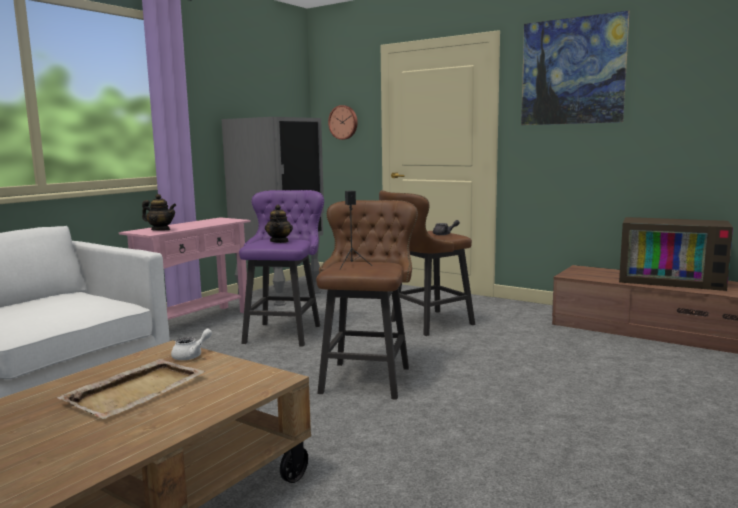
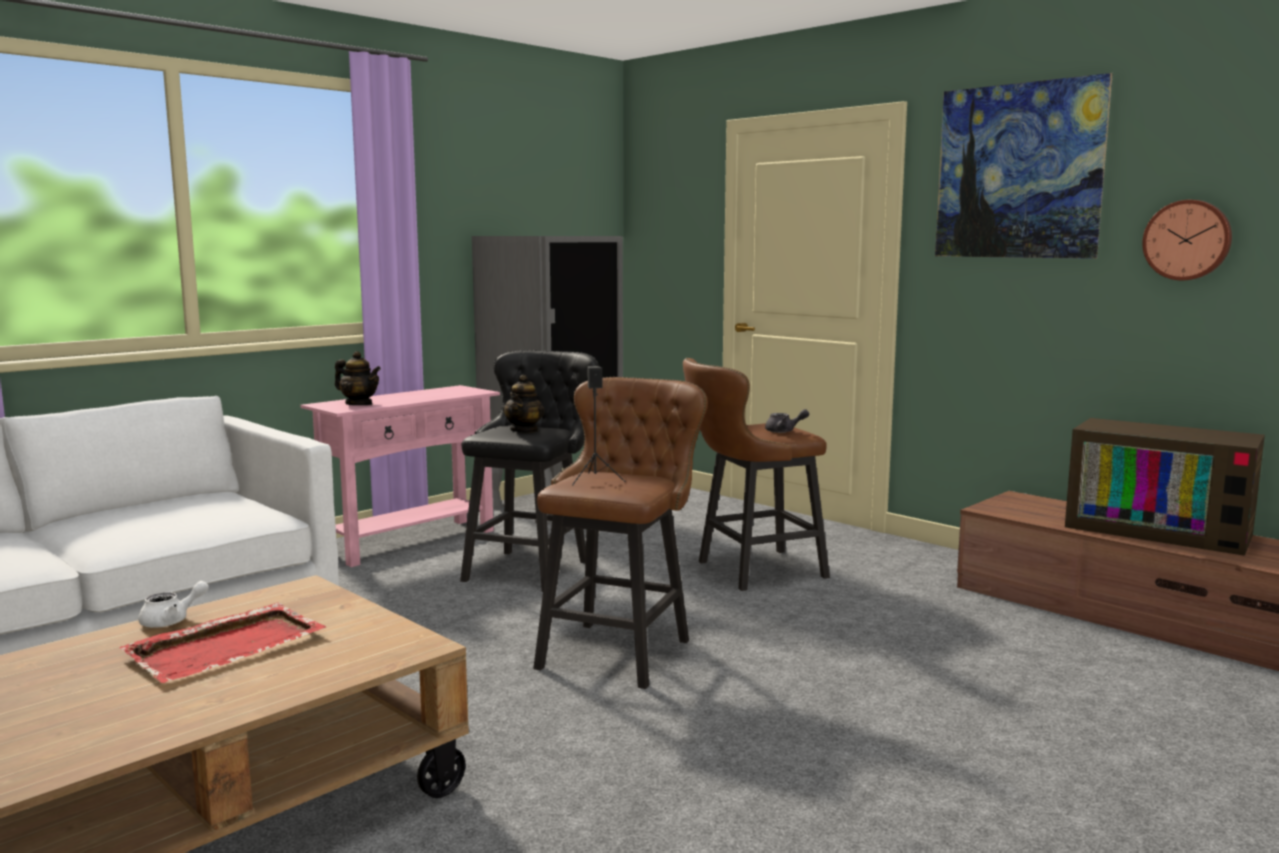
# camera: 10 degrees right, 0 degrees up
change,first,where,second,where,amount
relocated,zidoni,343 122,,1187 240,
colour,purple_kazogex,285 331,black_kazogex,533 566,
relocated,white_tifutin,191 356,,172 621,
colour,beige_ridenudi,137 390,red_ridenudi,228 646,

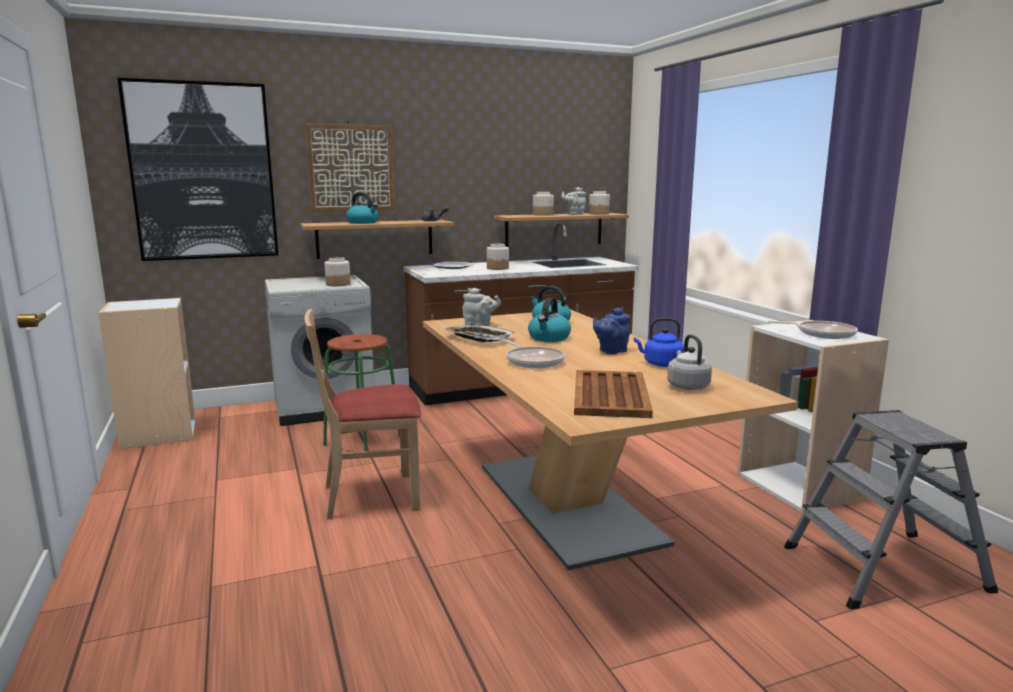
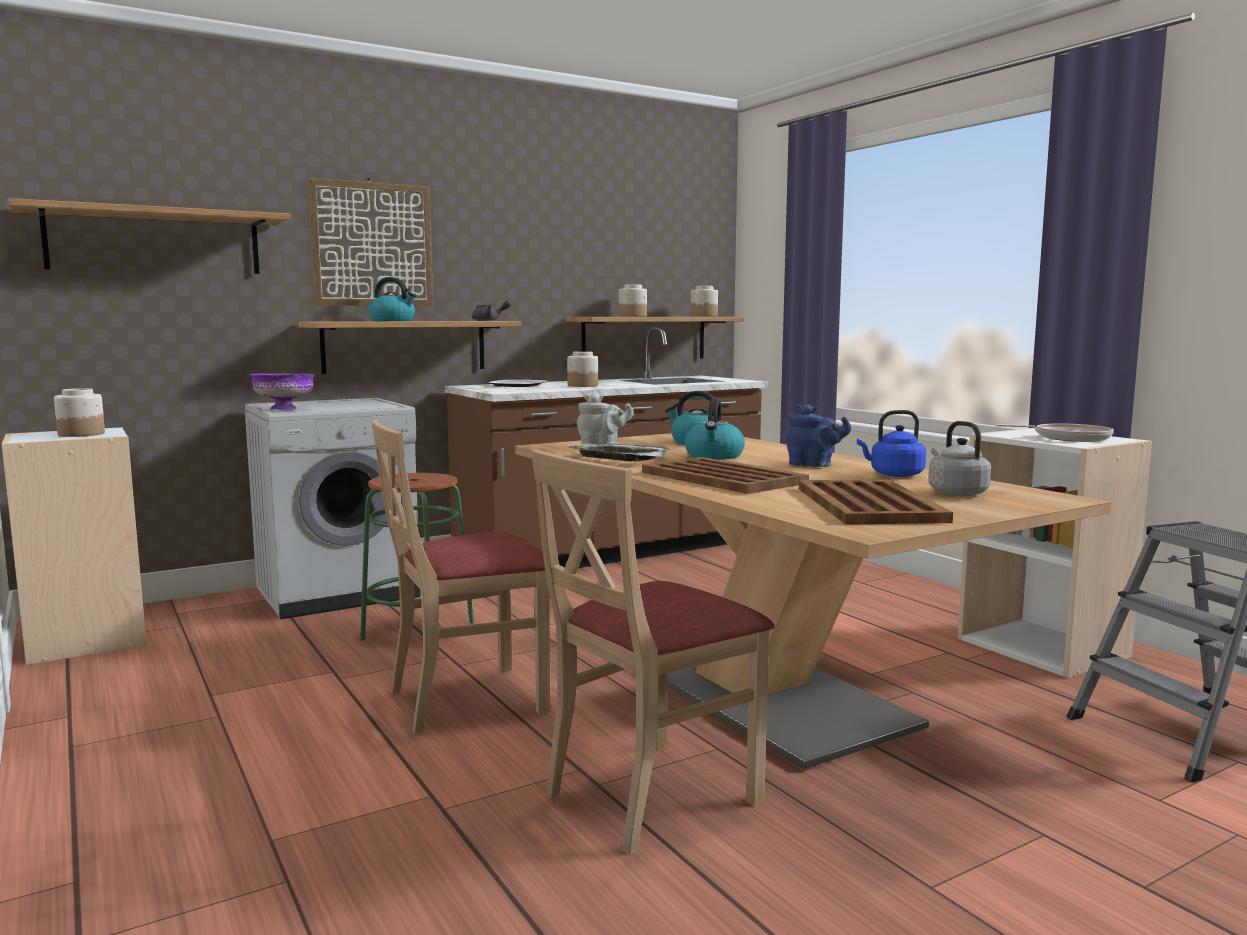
# camera: 10 degrees left, 5 degrees down
change,first,where,second,where,amount
exchanged,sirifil,203 172,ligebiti,155 242,
missing,grey_tifutin,574 214,,,
relocated,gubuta,338 284,,81 434,
spun,blue_tifutin,611 351,,813 465,105 degrees counterclockwise
exchanged,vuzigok,533 361,brown_ridenudi,721 477,
appeared,,,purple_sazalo,284 409,
appeared,,,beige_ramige,650 794,

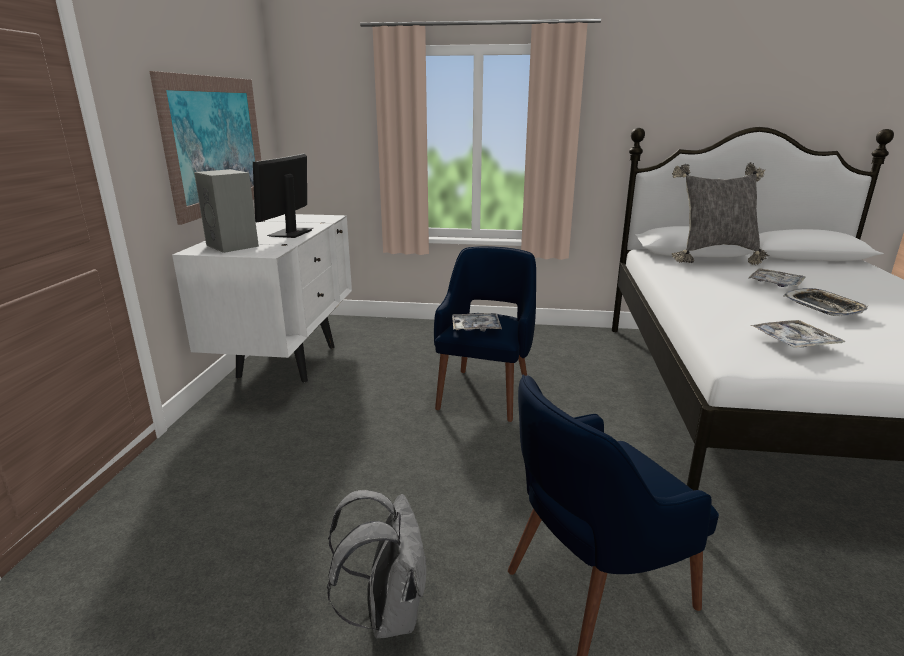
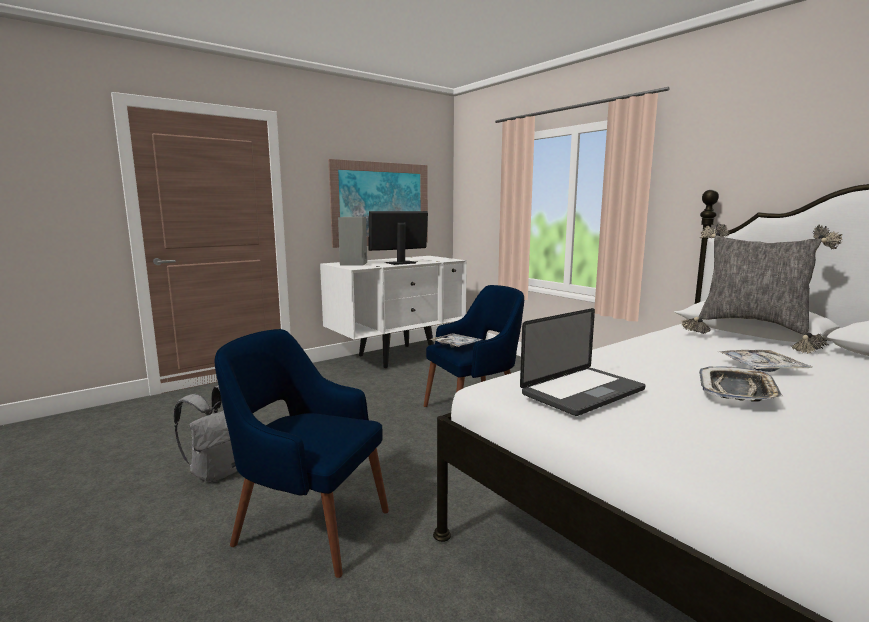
# camera: 45 degrees right, 10 degrees down
change,first,where,second,where,amount
exchanged,ridenudi,794 341,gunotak,583 392,

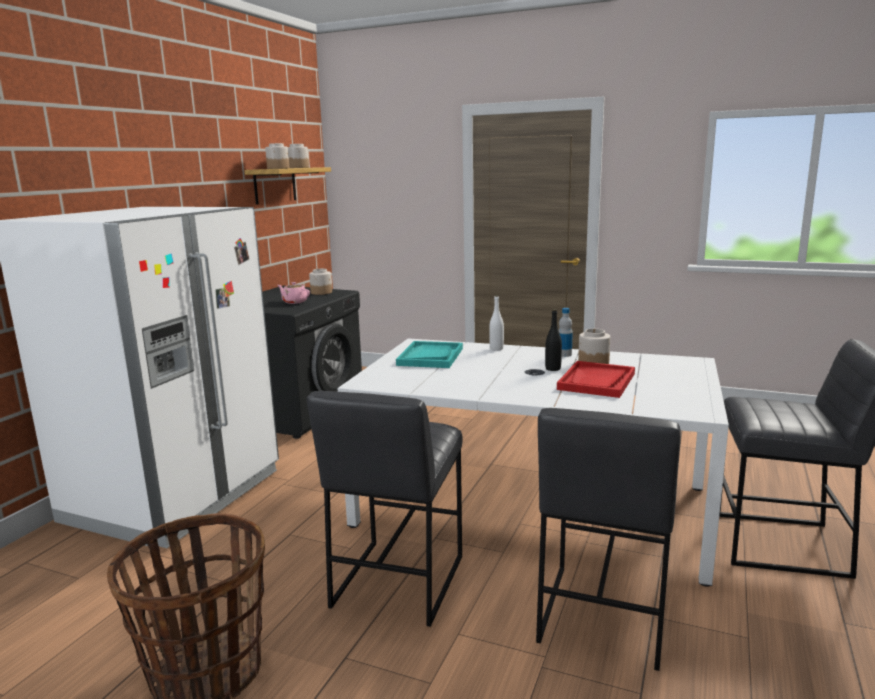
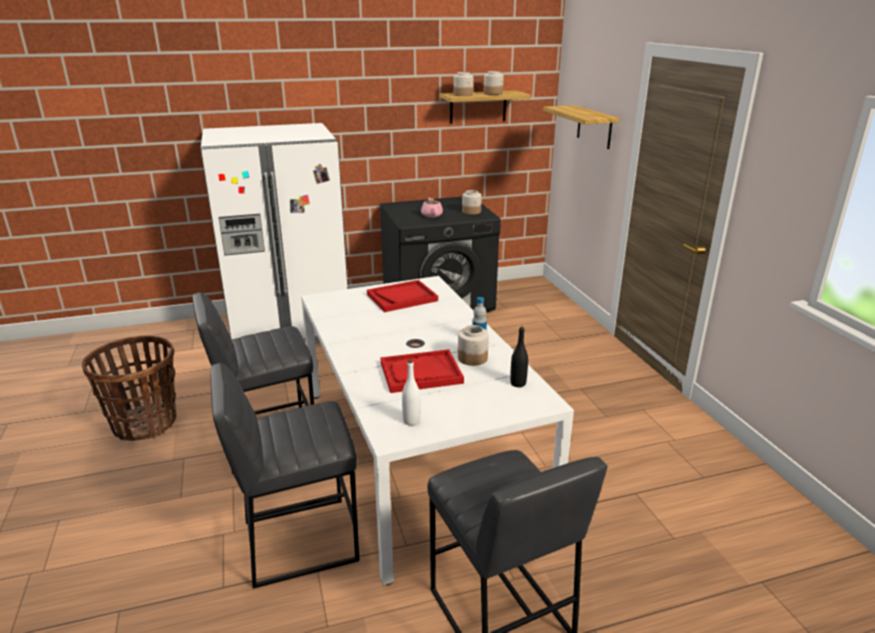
# camera: 50 degrees right, 10 degrees up
change,first,where,second,where,amount
relocated,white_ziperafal,496 348,,411 421,
relocated,black_ziperafal,553 369,,518 383,
colour,turquoise_ridenudi,430 357,red_ridenudi,402 297,
appeared,,,ligebiti,594 127,

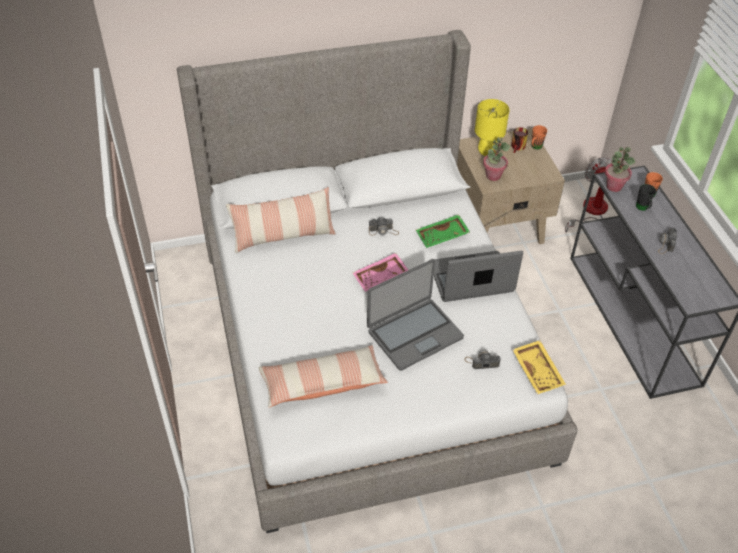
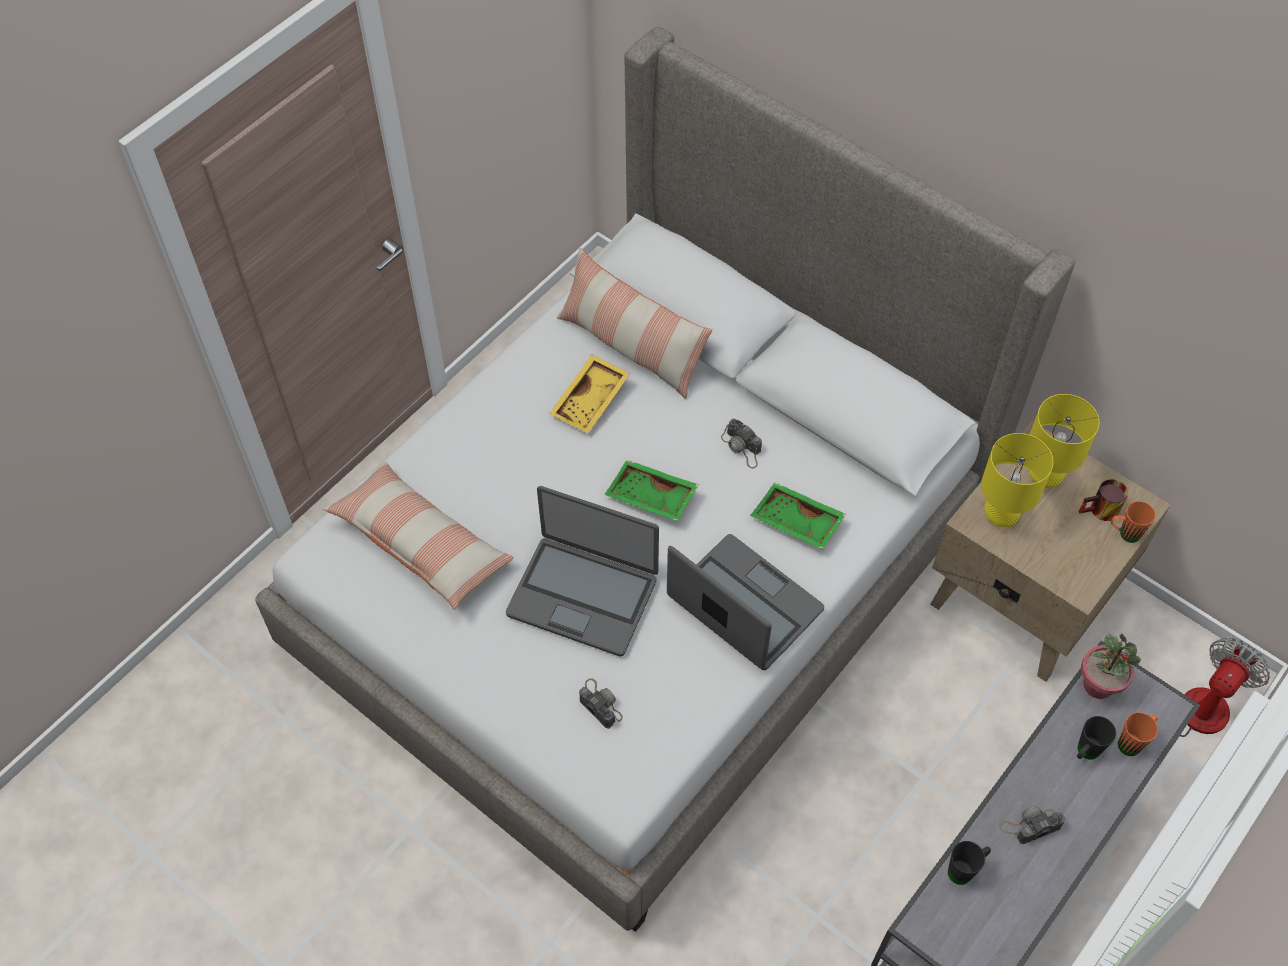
# camera: 55 degrees right, 10 degrees up
change,first,where,second,where,amount
exchanged,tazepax,493 176,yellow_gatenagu,1000 514,
colour,pink_ridenudi,381 278,green_ridenudi,650 498,
relocated,yellow_ridenudi,538 371,,591 401,
appeared,,,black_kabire,965 870,

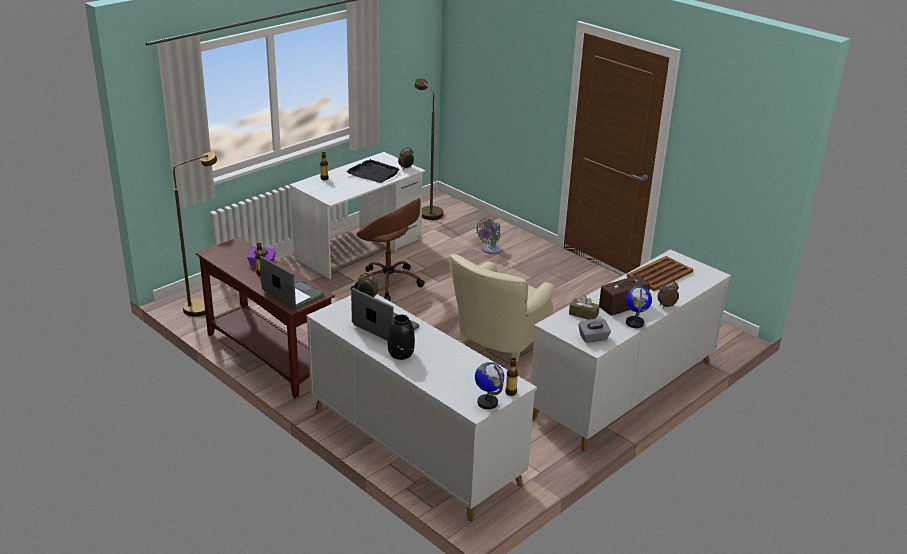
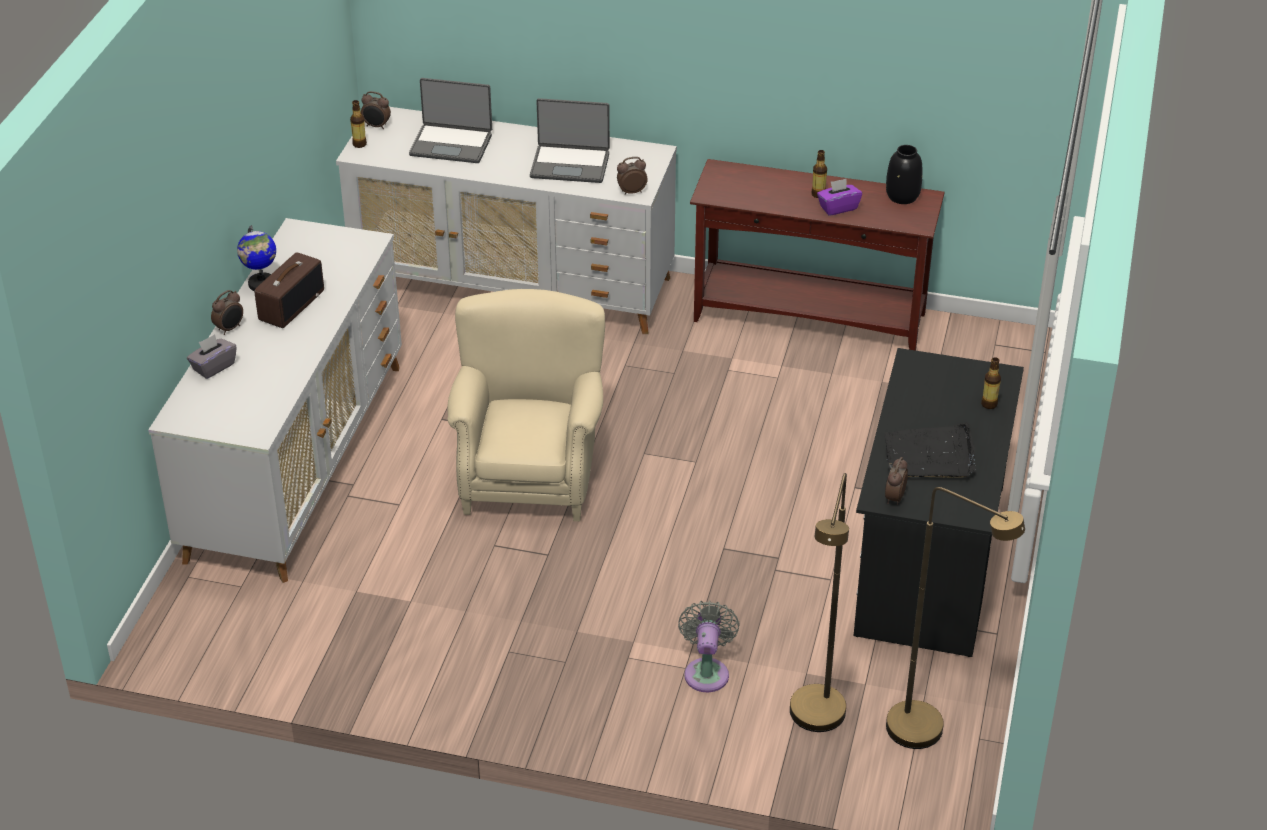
# camera: 150 degrees right, 10 degrees up
change,first,where,second,where,amount
relocated,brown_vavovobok,204 305,,817 723,
colour,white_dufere,359 249,black_dufere,930 561,
missing,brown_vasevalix,389 284,,,
relocated,gunotak,292 294,,451 144,
missing,brown_ridenudi,659 274,,,
missing,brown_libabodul,583 314,,,
relocated,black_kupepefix,401 353,,903 197,
relocated,grey_libabodul,593 338,,213 367,
exchanged,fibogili,487 402,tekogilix,376 126,

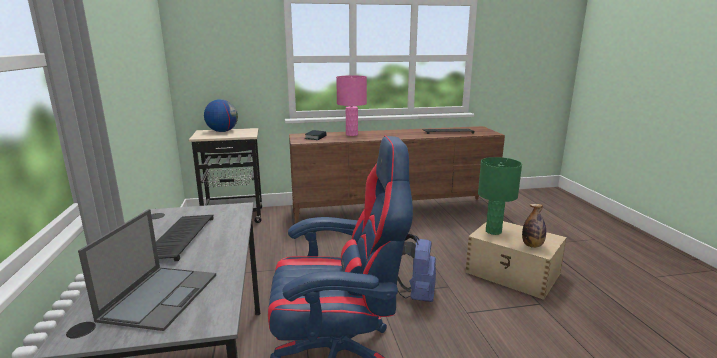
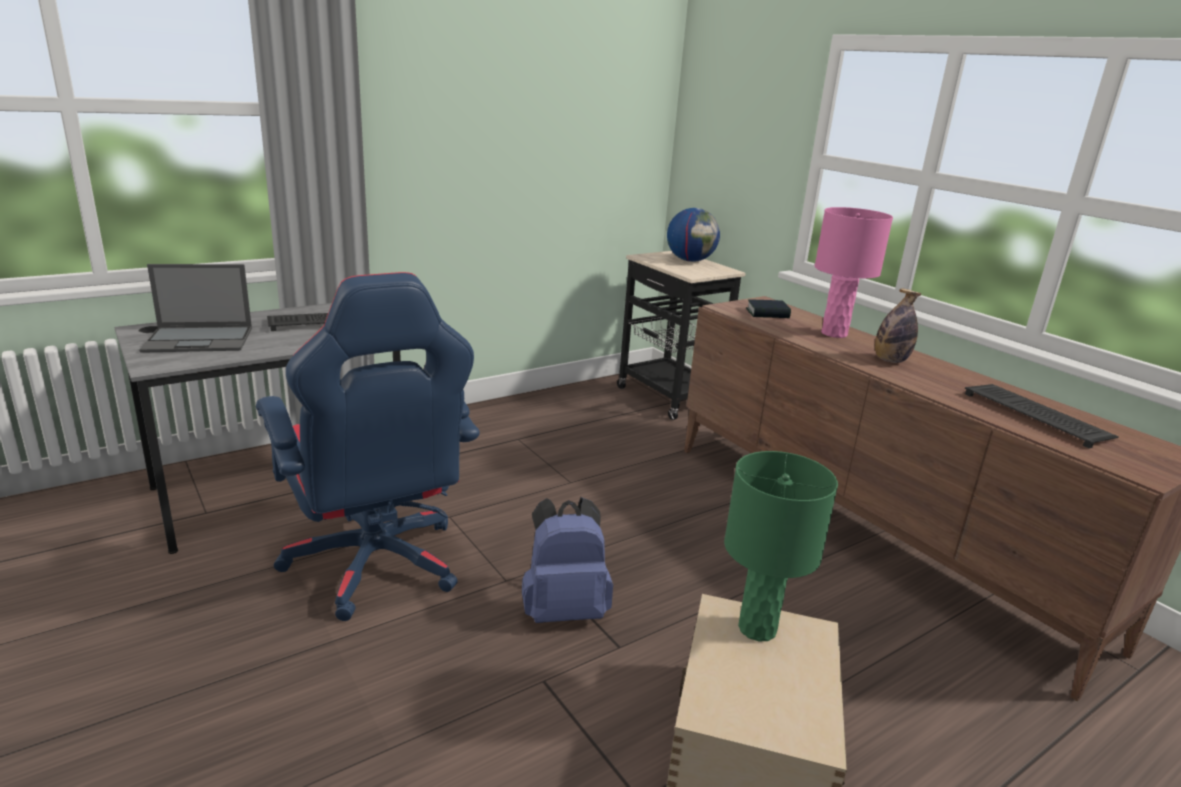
# camera: 65 degrees right, 5 degrees up
change,first,where,second,where,amount
relocated,ziperafal,532 245,,890 360,

